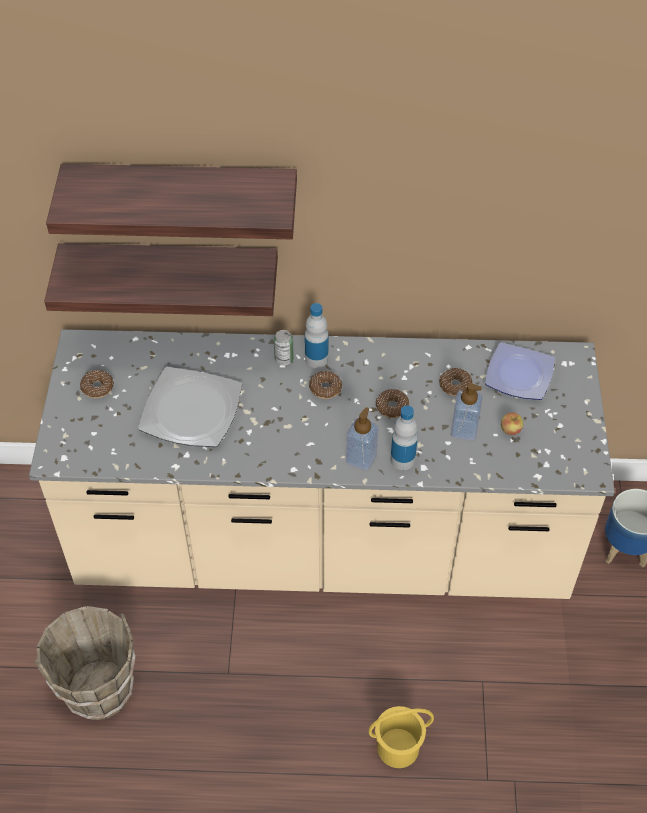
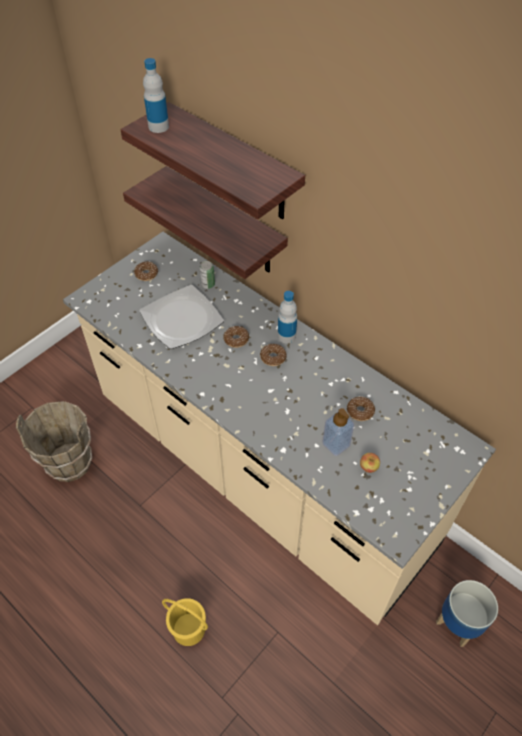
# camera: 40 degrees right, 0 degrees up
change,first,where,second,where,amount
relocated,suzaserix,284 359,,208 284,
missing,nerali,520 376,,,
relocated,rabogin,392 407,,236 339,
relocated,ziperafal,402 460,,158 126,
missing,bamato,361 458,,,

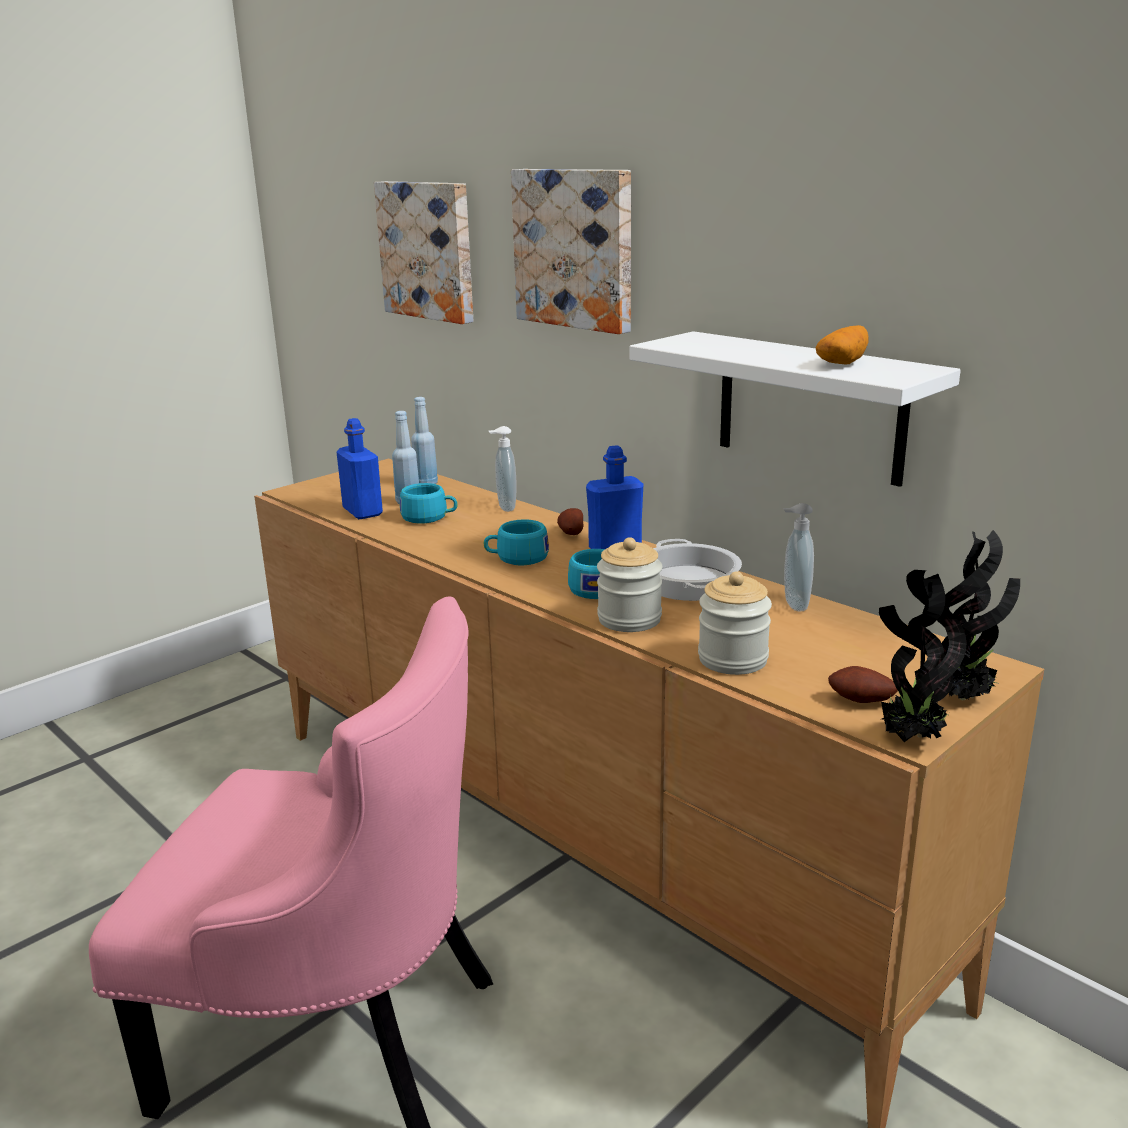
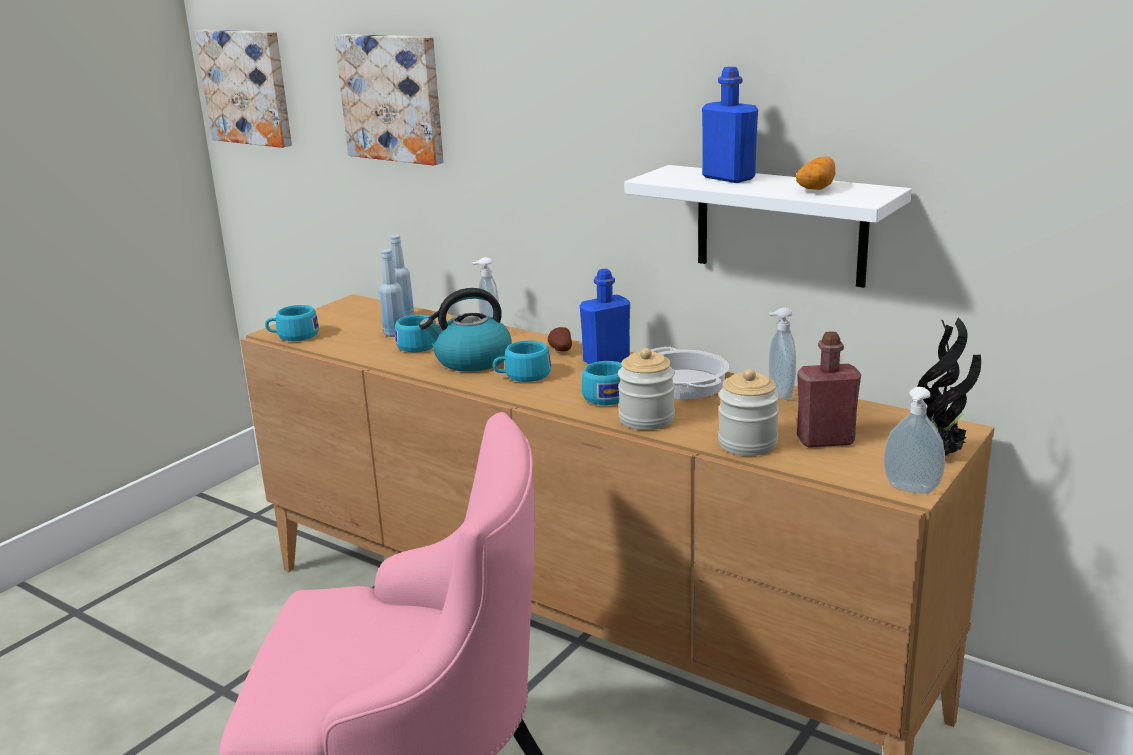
# camera: 10 degrees left, 0 degrees up
change,first,where,second,where,amount
relocated,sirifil,576 248,,248 87,
relocated,blue_ziperafal,362 512,,728 178,
exchanged,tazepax,908 738,bamato,910 490,
missing,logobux,860 702,,,
appeared,,,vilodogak,471 360,
appeared,,,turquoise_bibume,293 336,
appeared,,,red_ziperafal,825 440,

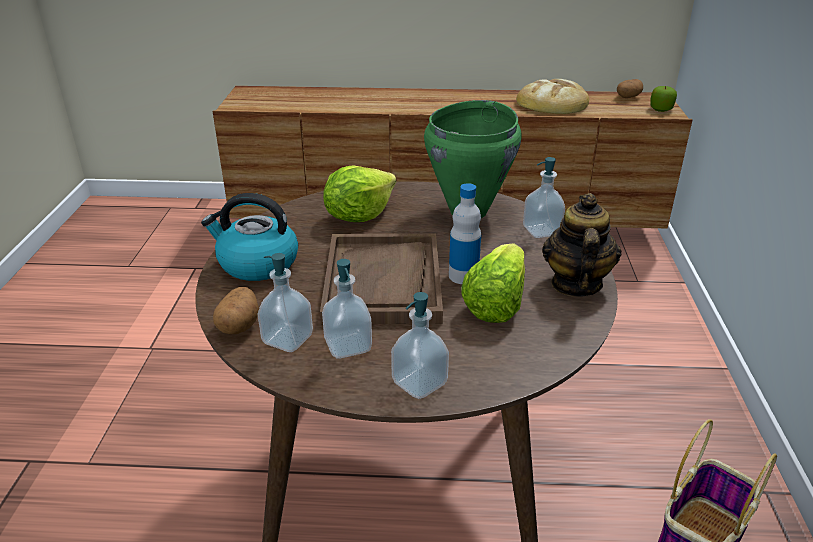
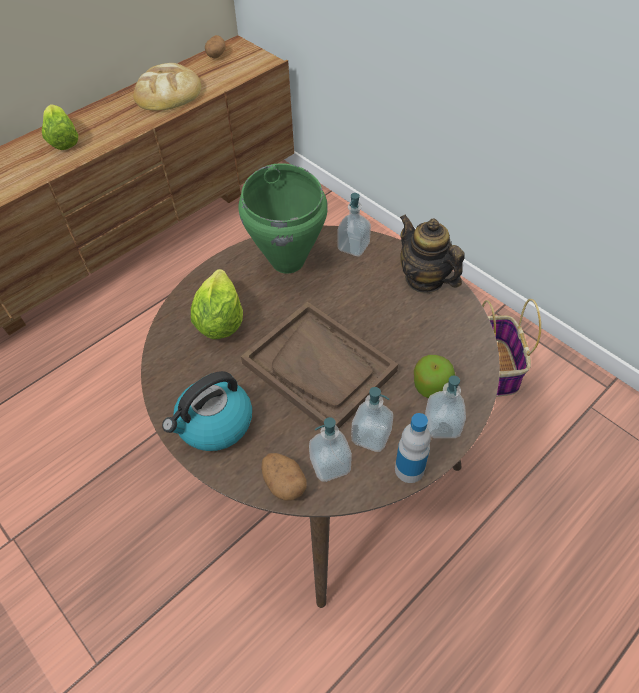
# camera: 45 degrees left, 20 degrees up
change,first,where,second,where,amount
relocated,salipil,661 109,,431 386,
relocated,ziperafal,463 276,,409 469,
relocated,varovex,496 303,,63 139,

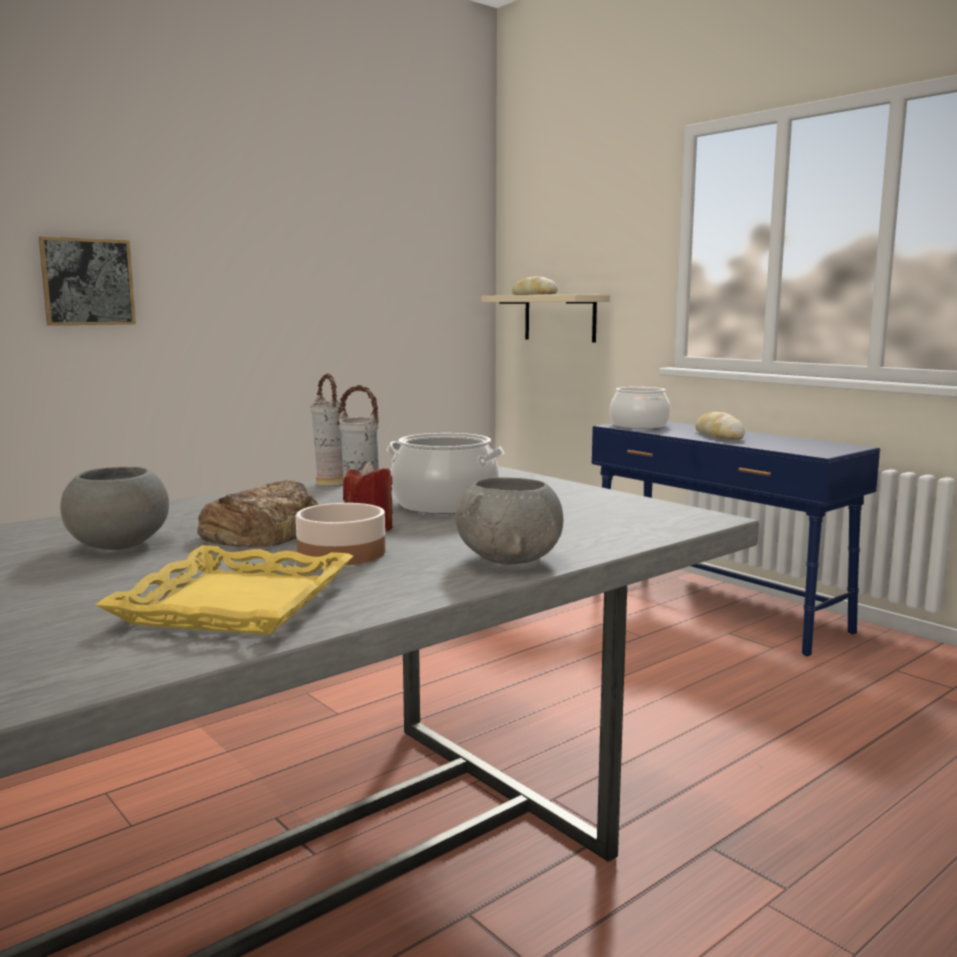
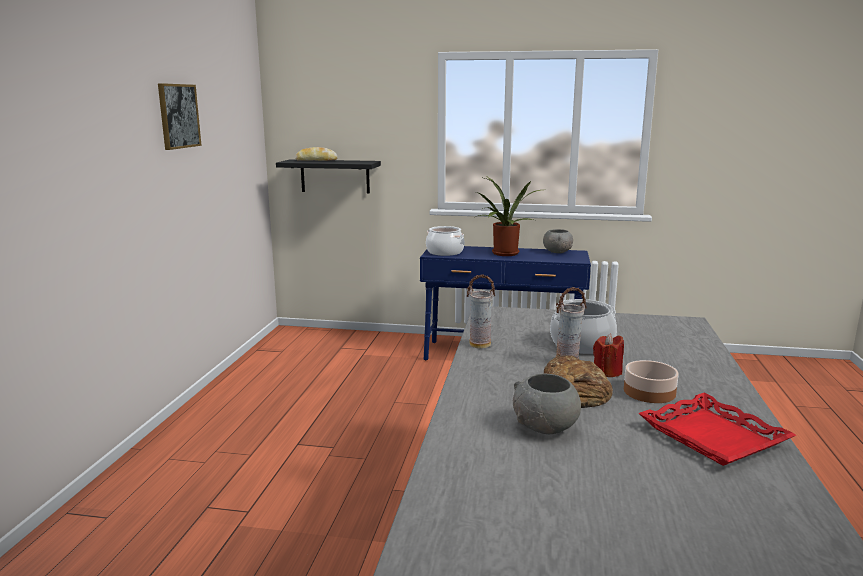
# camera: 40 degrees left, 5 degrees up
change,first,where,second,where,amount
relocated,sirifil,88 282,,178 116,
colour,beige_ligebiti,560 318,black_ligebiti,335 176,
exchanged,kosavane,718 435,tazepax,504 254,
relocated,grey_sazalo,510 559,,557 252,
colour,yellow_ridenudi,235 603,red_ridenudi,712 436,

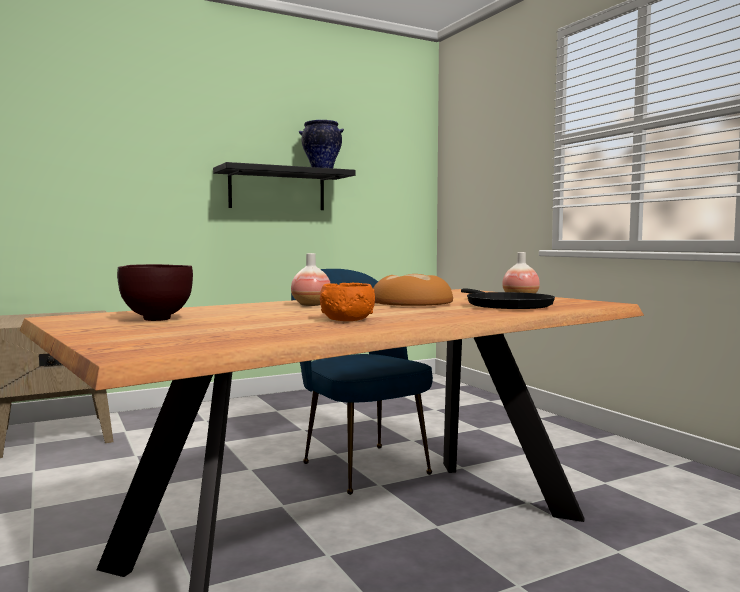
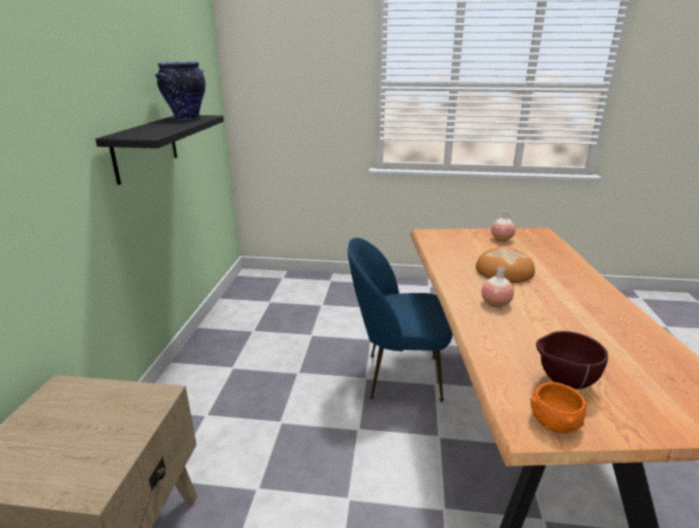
# camera: 55 degrees left, 20 degrees up
change,first,where,second,where,amount
relocated,orange_sazalo,347 319,,554 421,
missing,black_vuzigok,505 305,,,

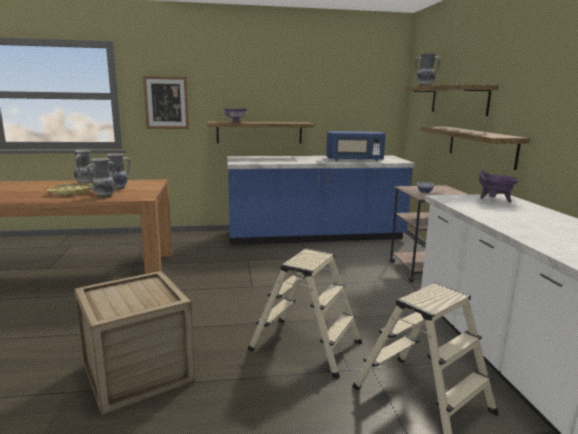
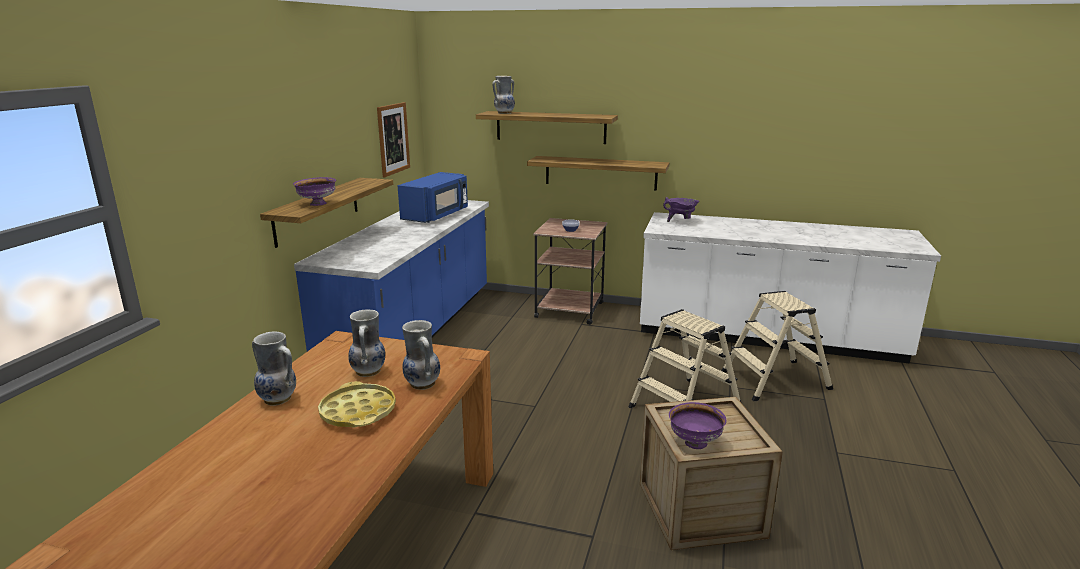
# camera: 65 degrees left, 5 degrees up
change,first,where,second,where,amount
relocated,sirifil,166 102,,393 139,
appeared,,,purple_sazalo,694 443,

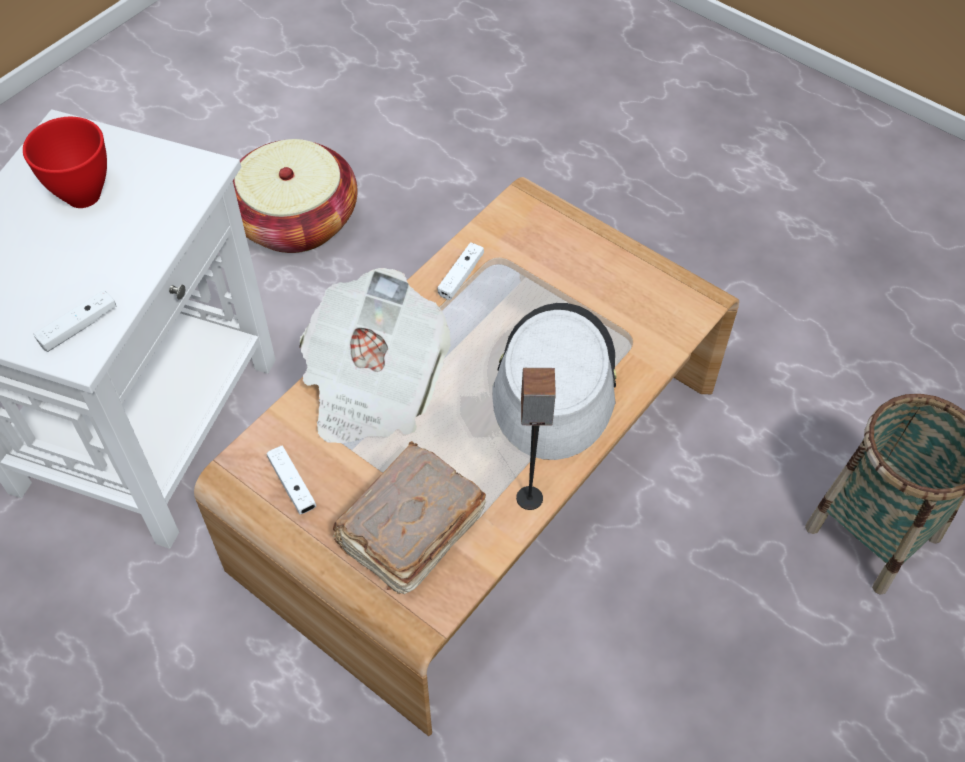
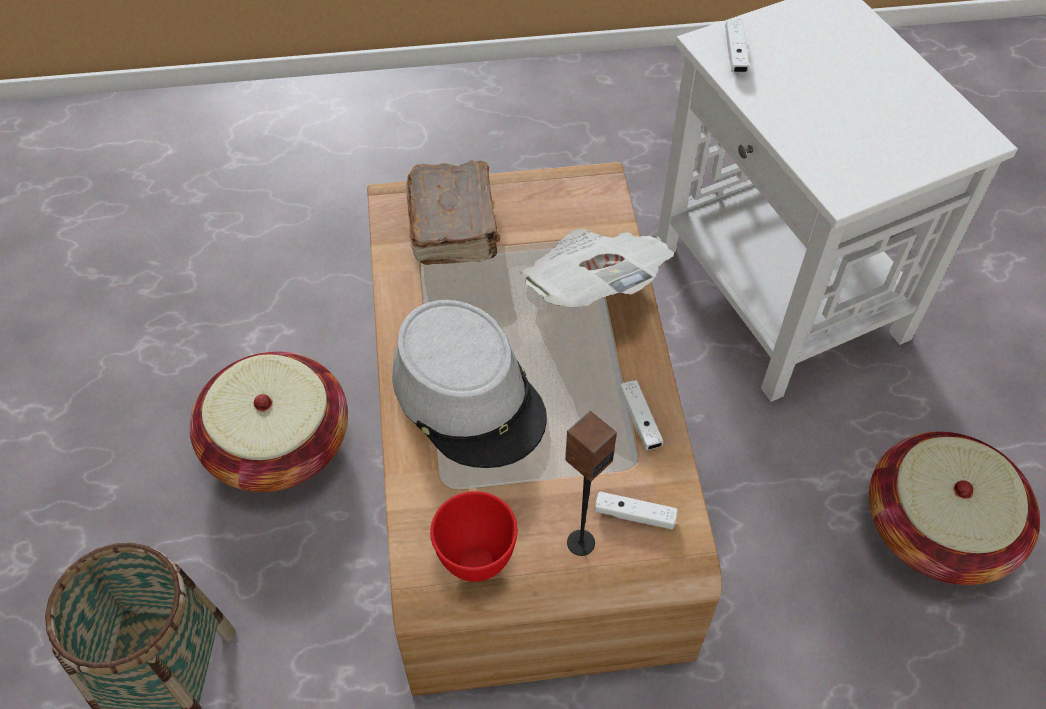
# camera: 135 degrees right, 0 degrees up
change,first,where,second,where,amount
relocated,red_sazalo,85 196,,474 564,
relocated,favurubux,529 498,,580 542,
relocated,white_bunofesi,292 485,,635 515,
appeared,,,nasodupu,278 444,

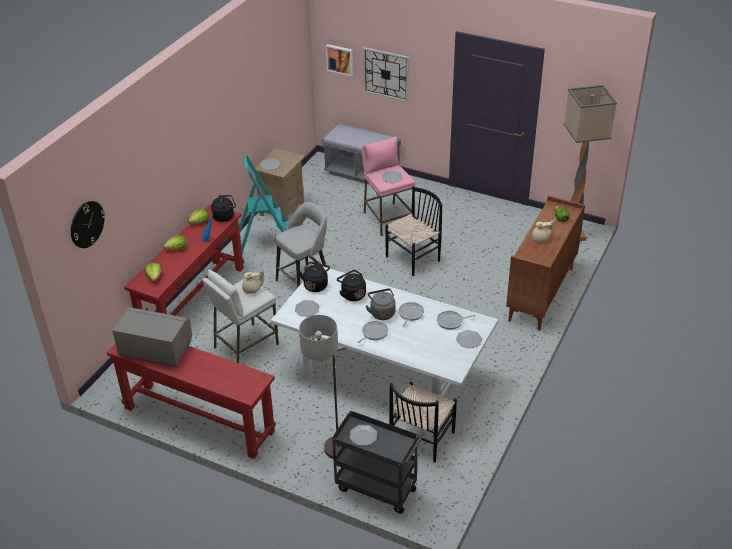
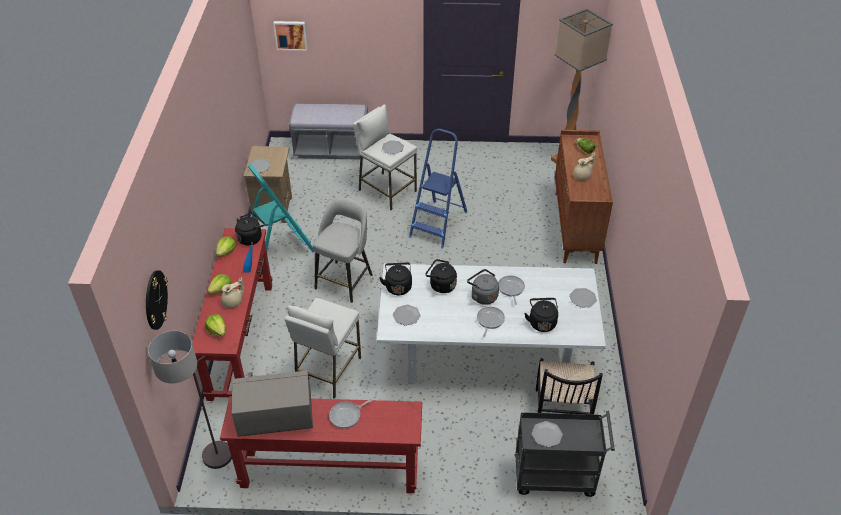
# camera: 25 degrees left, 5 degrees up
change,first,where,second,where,amount
missing,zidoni,386 74,,,
colour,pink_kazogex,387 219,white_kazogex,387 191,
exchanged,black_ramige,414 258,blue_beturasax,438 224,
relocated,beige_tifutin,252 290,,233 302,
relocated,vuzigok,451 322,,347 416,
relocated,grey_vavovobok,330 451,,210 461,
appeared,,,black_vilodogak,541 322,

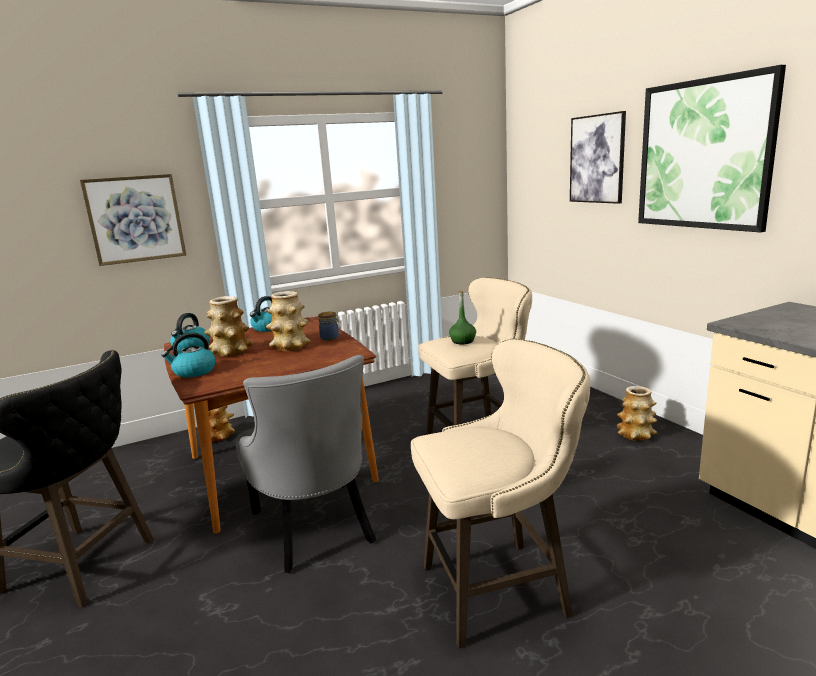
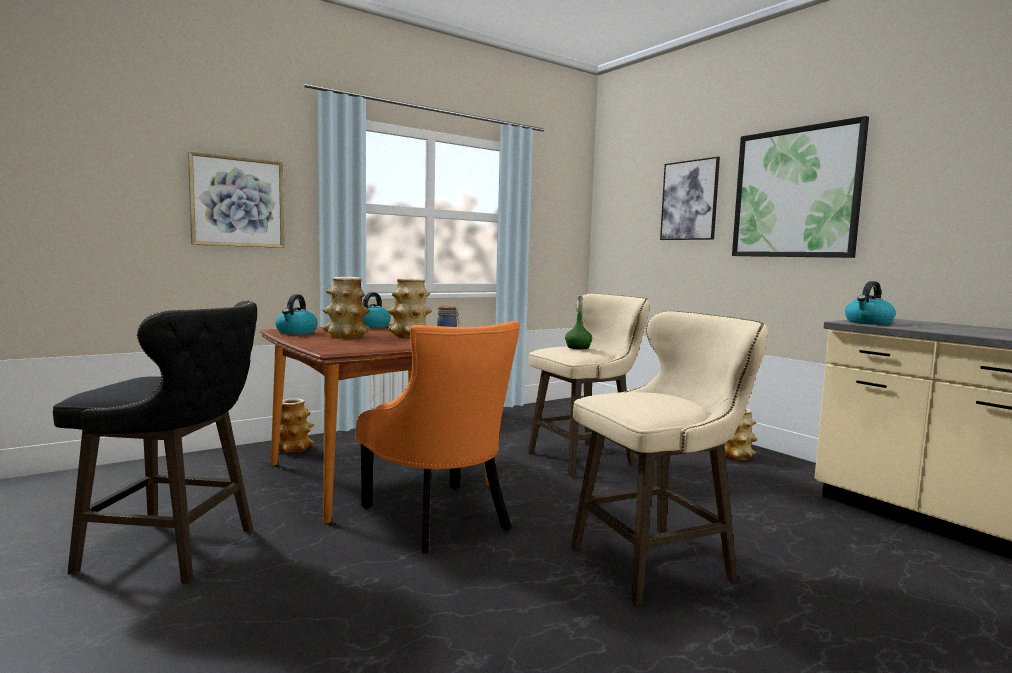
# camera: 10 degrees left, 10 degrees down
change,first,where,second,where,amount
relocated,vilodogak,194 372,,868 323,
colour,grey_ramige,313 524,orange_ramige,436 517,

